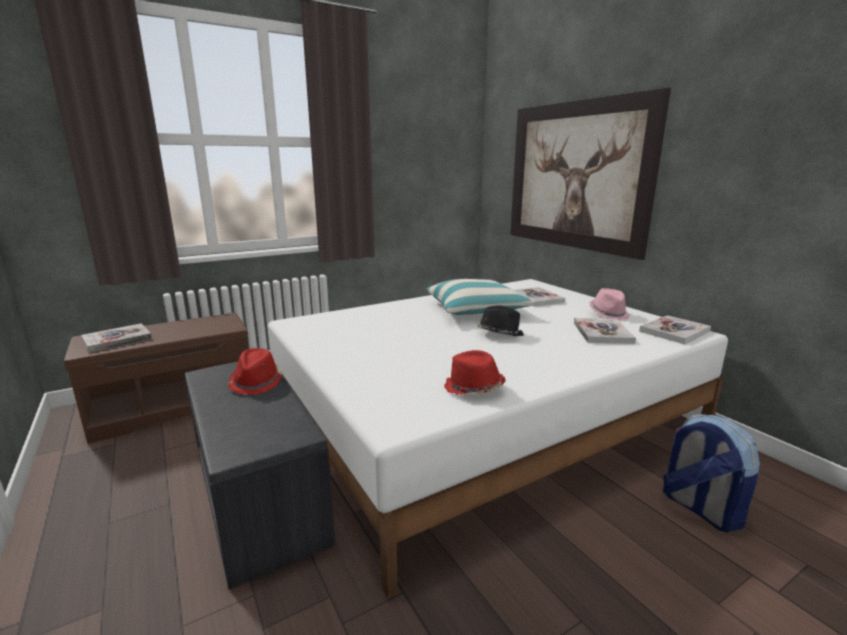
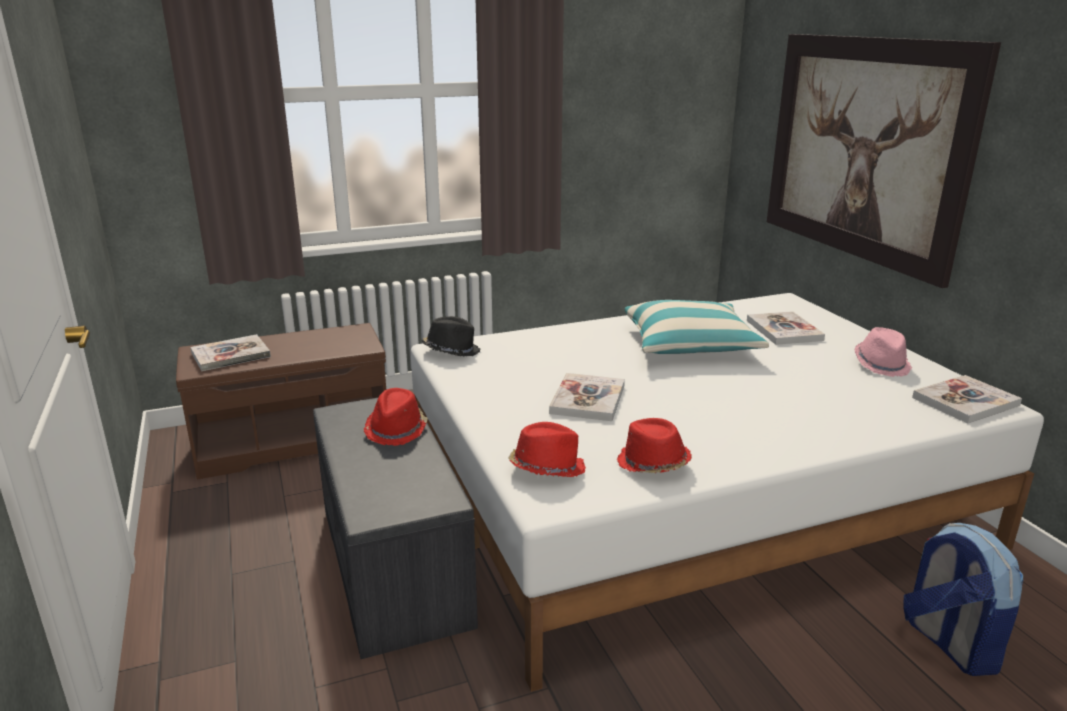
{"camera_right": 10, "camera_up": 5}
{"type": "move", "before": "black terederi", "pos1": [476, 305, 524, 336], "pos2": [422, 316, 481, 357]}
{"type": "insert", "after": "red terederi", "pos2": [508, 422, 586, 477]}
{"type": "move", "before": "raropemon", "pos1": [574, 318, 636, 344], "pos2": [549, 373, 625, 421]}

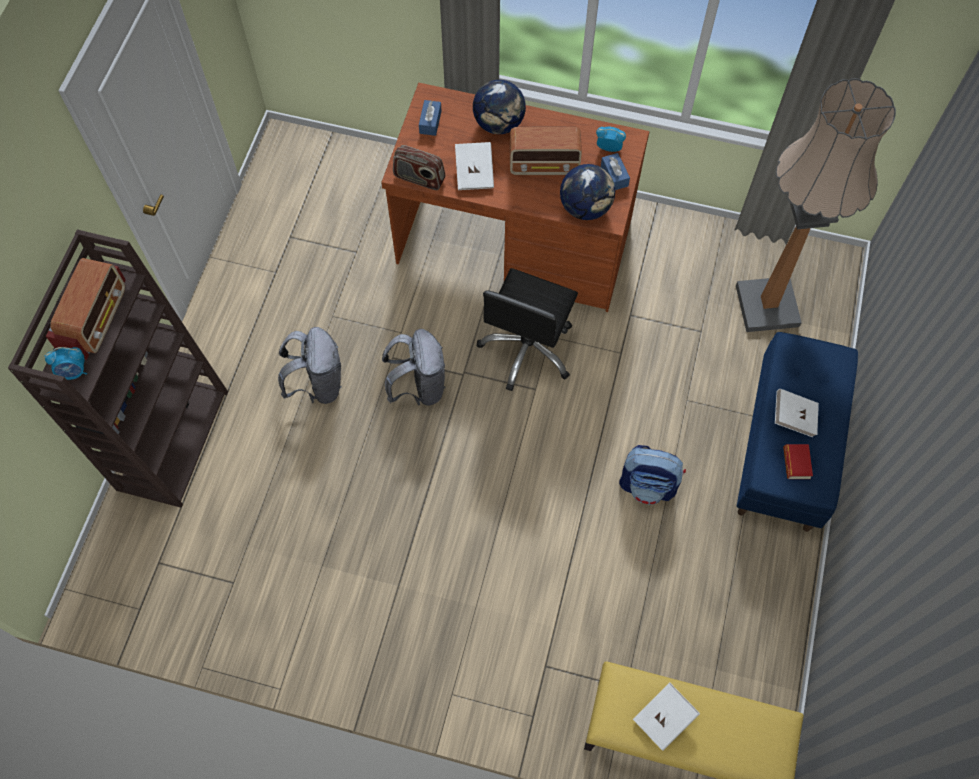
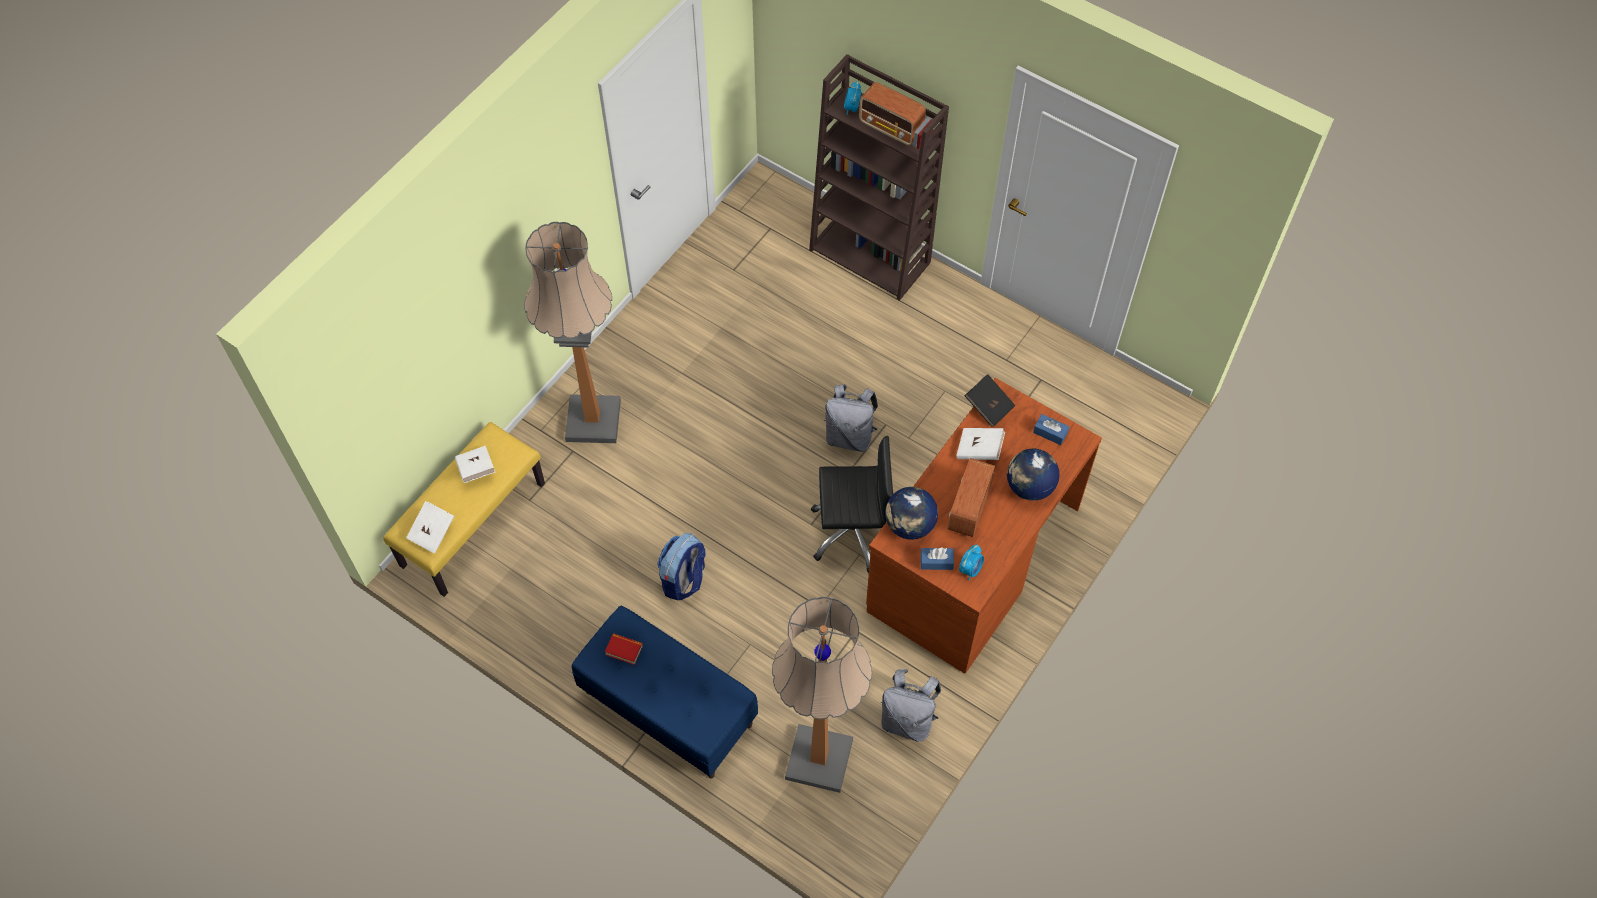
{"camera_right": 110, "camera_up": -5}
{"type": "move", "before": "white raropemon", "pos1": [775, 389, 819, 437], "pos2": [406, 501, 454, 553]}
{"type": "insert", "after": "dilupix", "pos2": [524, 222, 621, 443]}
{"type": "rotate", "before": "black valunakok", "pos1": [477, 268, 578, 391], "pos2": [811, 436, 893, 574], "turn": 135}
{"type": "move", "before": "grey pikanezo", "pos1": [278, 327, 342, 404], "pos2": [881, 669, 941, 742]}
{"type": "replace", "before": "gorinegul", "after": "black raropemon", "pos1": [393, 145, 445, 190], "pos2": [965, 374, 1016, 427]}

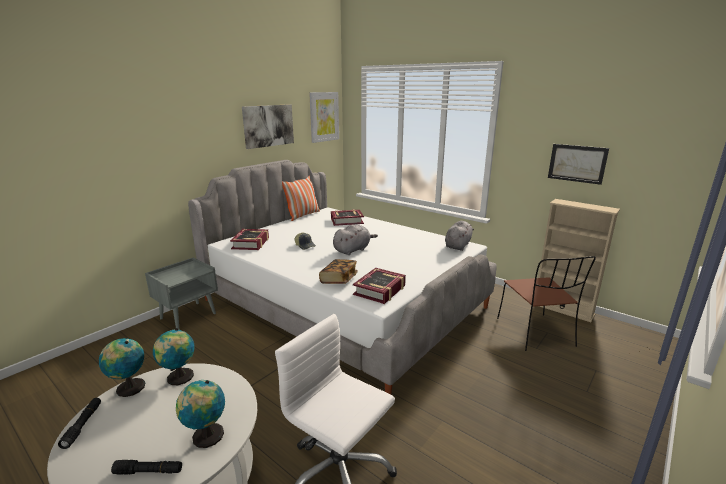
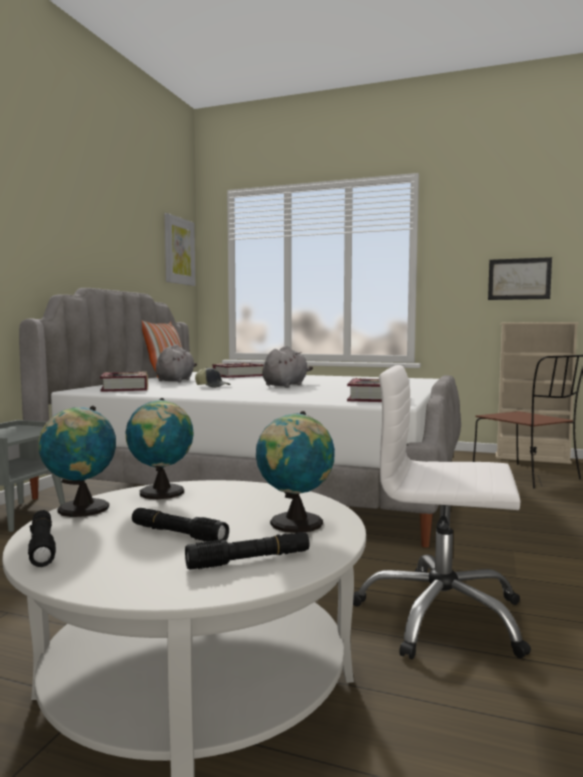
{"camera_right": -20, "camera_up": -15}
{"type": "insert", "after": "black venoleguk", "pos2": [132, 508, 229, 542]}
{"type": "move", "before": "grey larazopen", "pos1": [445, 221, 474, 251], "pos2": [156, 344, 197, 382]}
{"type": "delete", "before": "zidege", "pos1": [242, 104, 294, 149]}
{"type": "delete", "before": "raropemon", "pos1": [319, 259, 358, 284]}

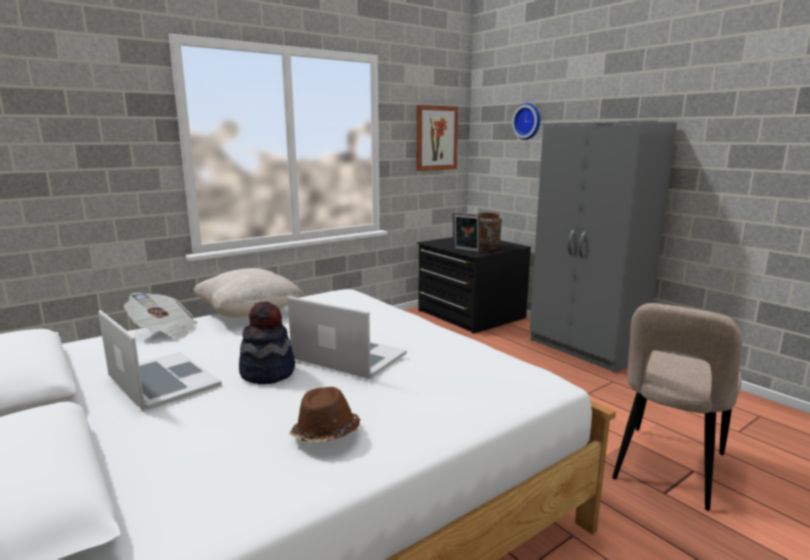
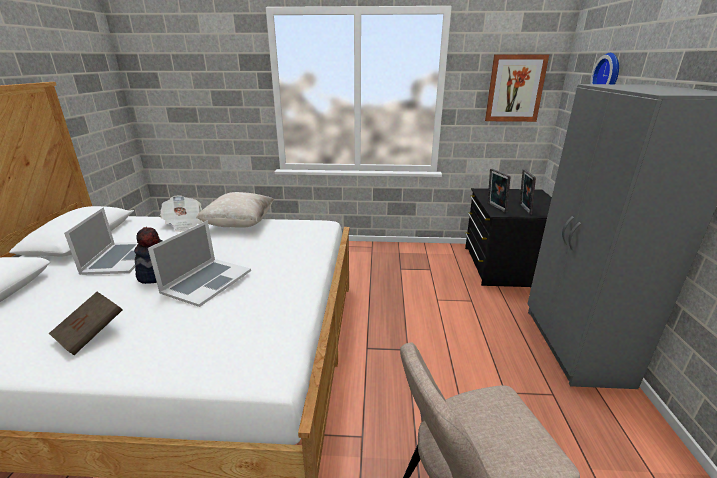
{"camera_right": 40, "camera_up": 10}
{"type": "replace", "before": "brown terederi", "after": "brown raropemon", "pos1": [289, 387, 360, 443], "pos2": [49, 292, 123, 355]}
{"type": "rotate", "before": "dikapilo", "pos1": [288, 296, 407, 379], "pos2": [148, 220, 251, 307], "turn": 45}
{"type": "replace", "before": "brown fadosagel", "after": "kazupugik", "pos1": [477, 212, 502, 250], "pos2": [520, 169, 536, 215]}

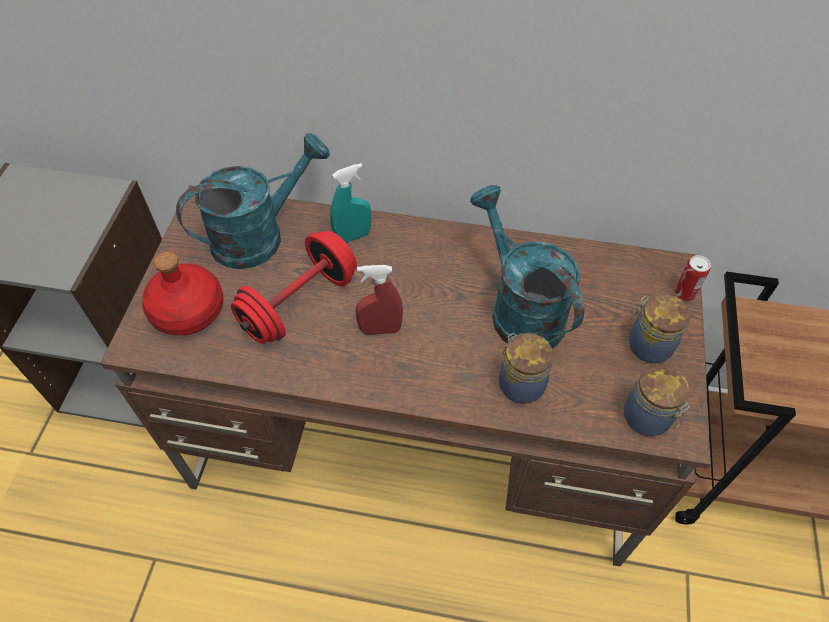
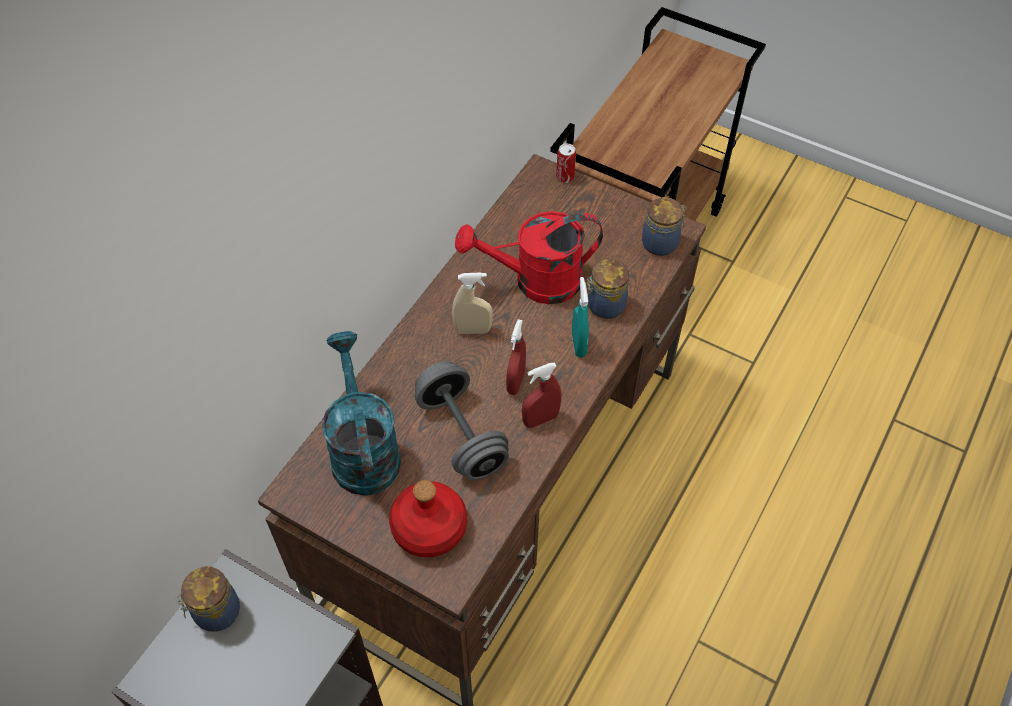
{"camera_right": -70, "camera_up": 0}
{"type": "move", "before": "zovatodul", "pos1": [629, 294, 690, 363], "pos2": [176, 567, 240, 632]}
{"type": "recolor", "before": "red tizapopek", "after": "grey tizapopek", "pos1": [231, 231, 357, 344], "pos2": [415, 361, 509, 480]}
{"type": "insert", "after": "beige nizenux", "pos2": [452, 272, 493, 334]}
{"type": "recolor", "before": "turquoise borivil", "after": "red borivil", "pos1": [470, 185, 585, 349], "pos2": [455, 211, 603, 304]}
{"type": "insert", "after": "red nizenux", "pos2": [522, 363, 561, 428]}
{"type": "move", "before": "turquoise nizenux", "pos1": [330, 163, 371, 243], "pos2": [572, 277, 589, 358]}

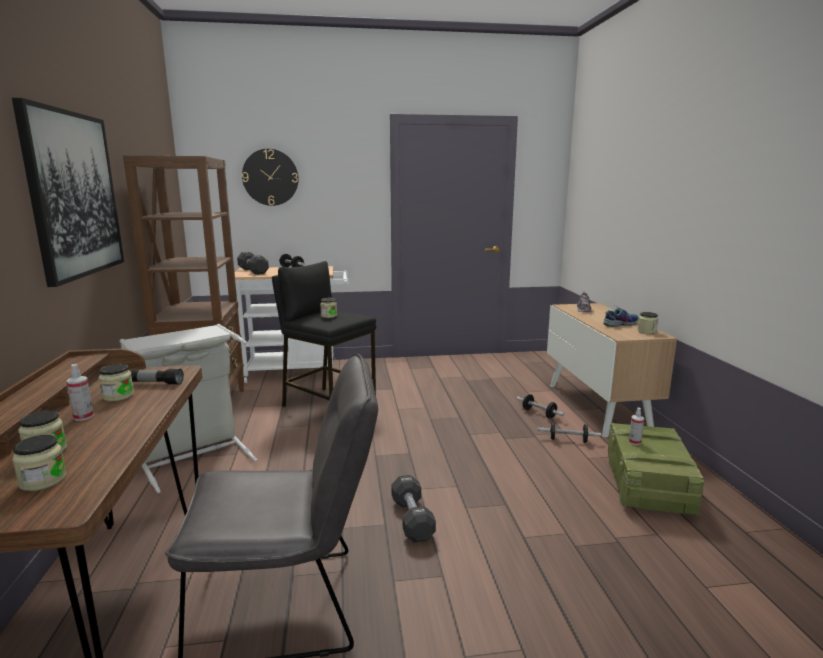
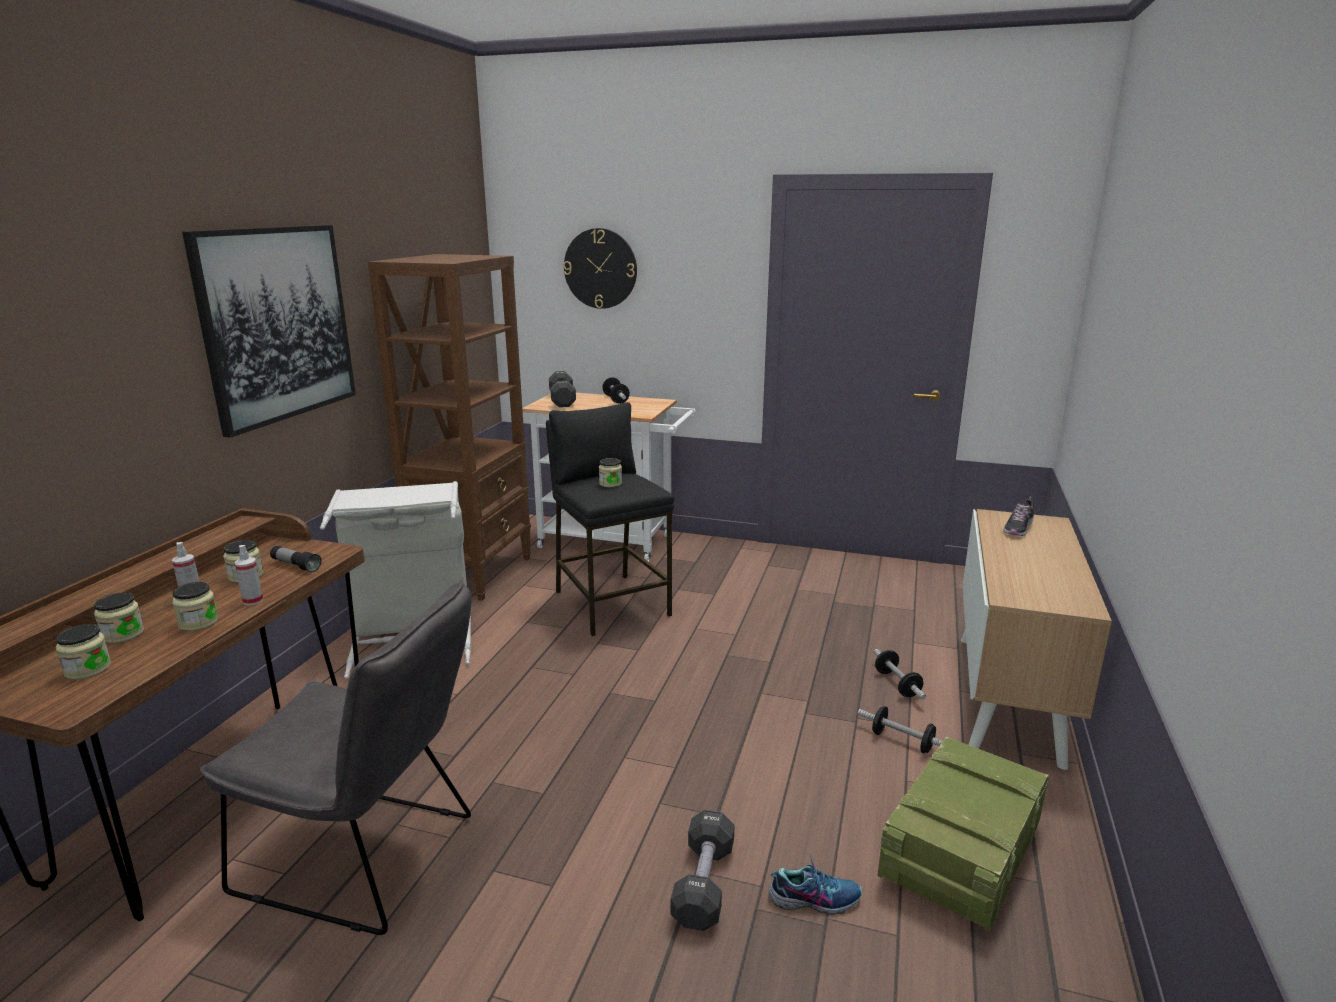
{"camera_right": 25, "camera_up": 5}
{"type": "move", "before": "zovatodul", "pos1": [637, 312, 658, 334], "pos2": [172, 582, 219, 631]}
{"type": "move", "before": "nizenux", "pos1": [629, 408, 644, 445], "pos2": [235, 545, 263, 606]}
{"type": "move", "before": "black tizapopek", "pos1": [391, 475, 436, 543], "pos2": [671, 810, 735, 931]}
{"type": "move", "before": "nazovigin", "pos1": [603, 305, 638, 327], "pos2": [768, 854, 862, 915]}

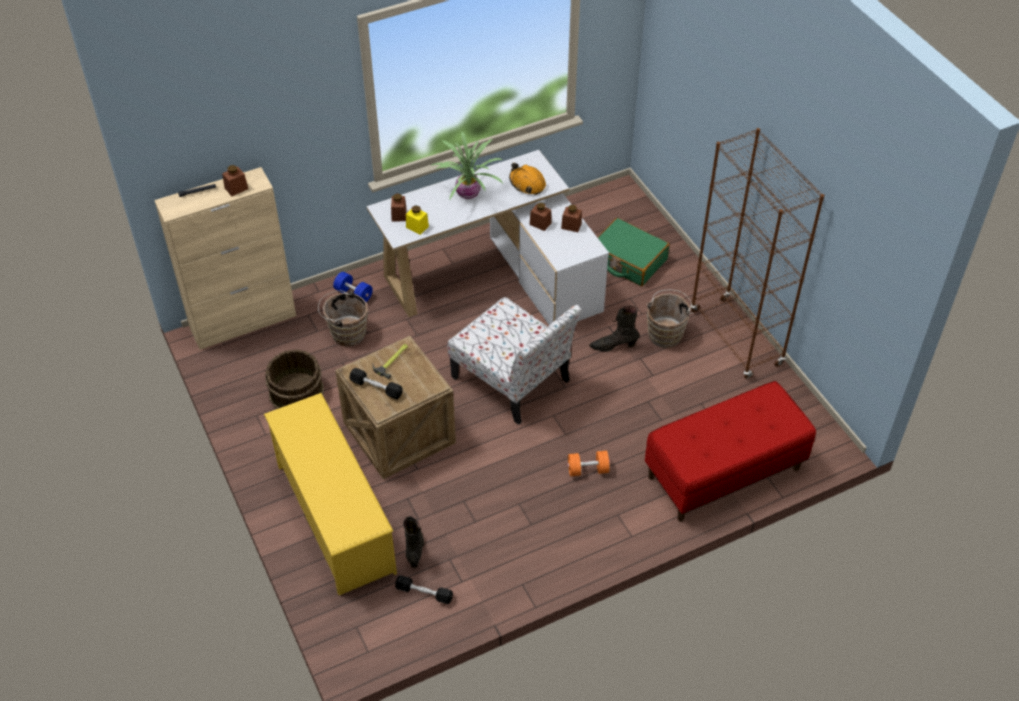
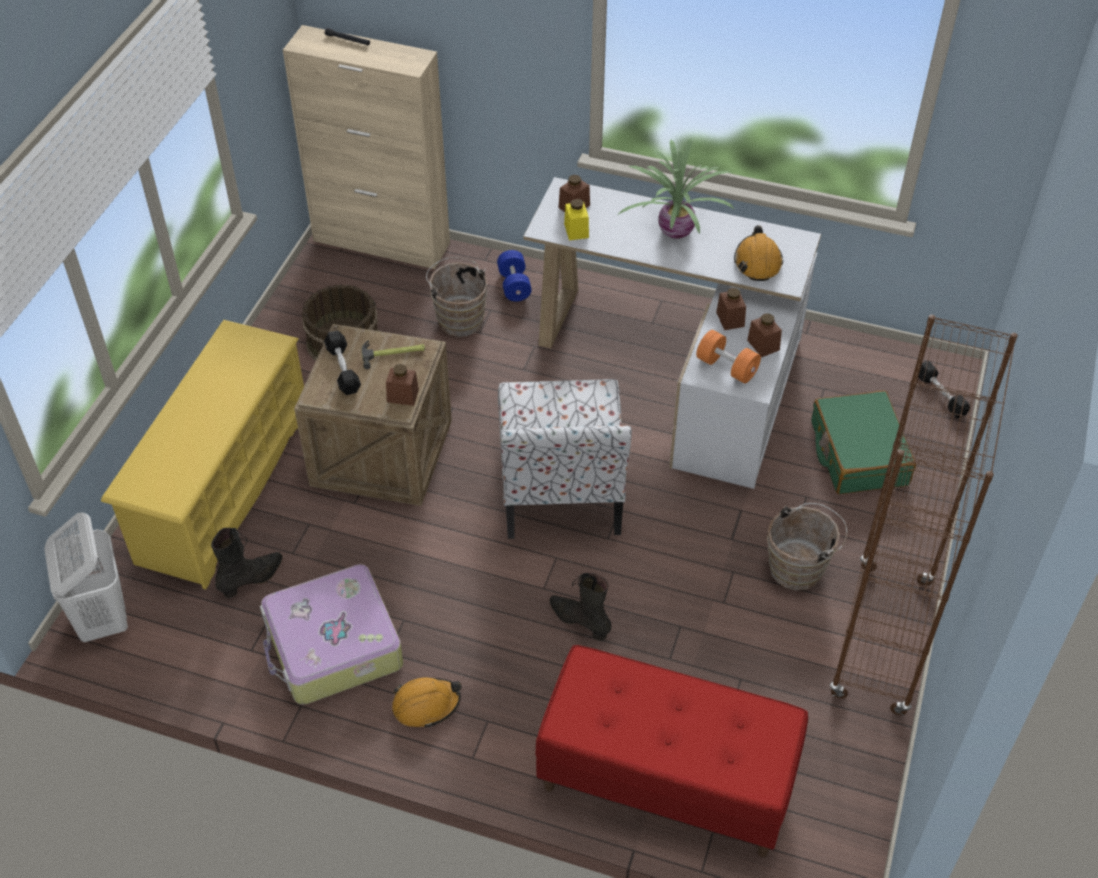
{"camera_right": 45, "camera_up": 0}
{"type": "insert", "after": "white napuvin", "pos2": [44, 512, 128, 642]}
{"type": "insert", "after": "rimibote", "pos2": [260, 564, 403, 705]}
{"type": "move", "before": "brown zovatodul", "pos1": [222, 165, 248, 196], "pos2": [386, 364, 419, 406]}
{"type": "insert", "after": "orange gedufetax", "pos2": [392, 678, 462, 728]}
{"type": "move", "before": "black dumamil", "pos1": [589, 305, 640, 352], "pos2": [550, 573, 611, 641]}
{"type": "move", "before": "orange tizapopek", "pos1": [568, 451, 610, 476], "pos2": [696, 330, 761, 383]}
{"type": "move", "before": "black tizapopek", "pos1": [395, 575, 453, 604], "pos2": [918, 361, 970, 419]}

